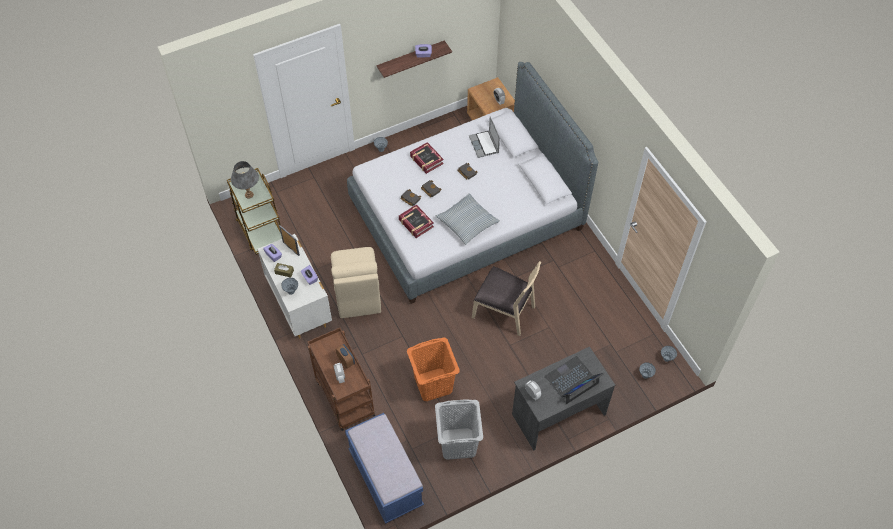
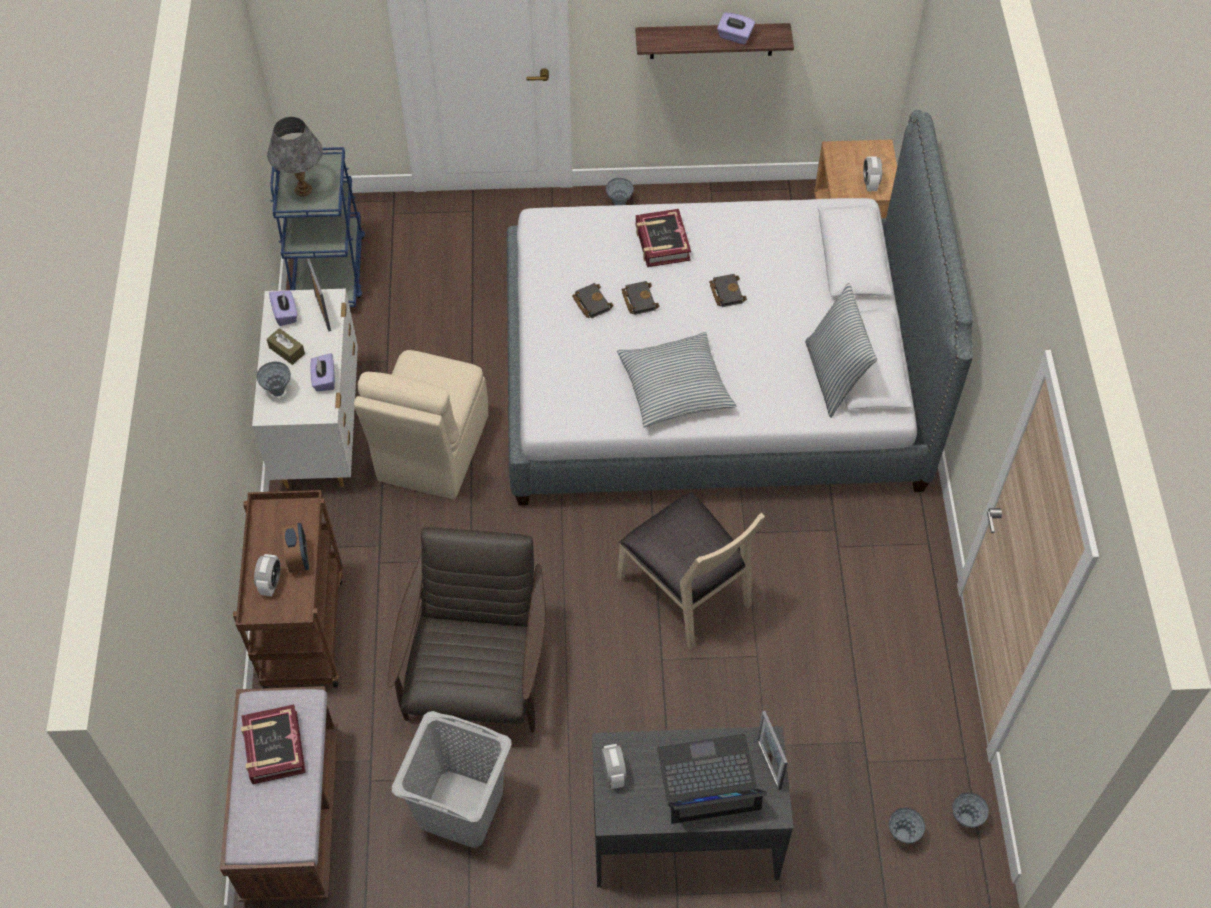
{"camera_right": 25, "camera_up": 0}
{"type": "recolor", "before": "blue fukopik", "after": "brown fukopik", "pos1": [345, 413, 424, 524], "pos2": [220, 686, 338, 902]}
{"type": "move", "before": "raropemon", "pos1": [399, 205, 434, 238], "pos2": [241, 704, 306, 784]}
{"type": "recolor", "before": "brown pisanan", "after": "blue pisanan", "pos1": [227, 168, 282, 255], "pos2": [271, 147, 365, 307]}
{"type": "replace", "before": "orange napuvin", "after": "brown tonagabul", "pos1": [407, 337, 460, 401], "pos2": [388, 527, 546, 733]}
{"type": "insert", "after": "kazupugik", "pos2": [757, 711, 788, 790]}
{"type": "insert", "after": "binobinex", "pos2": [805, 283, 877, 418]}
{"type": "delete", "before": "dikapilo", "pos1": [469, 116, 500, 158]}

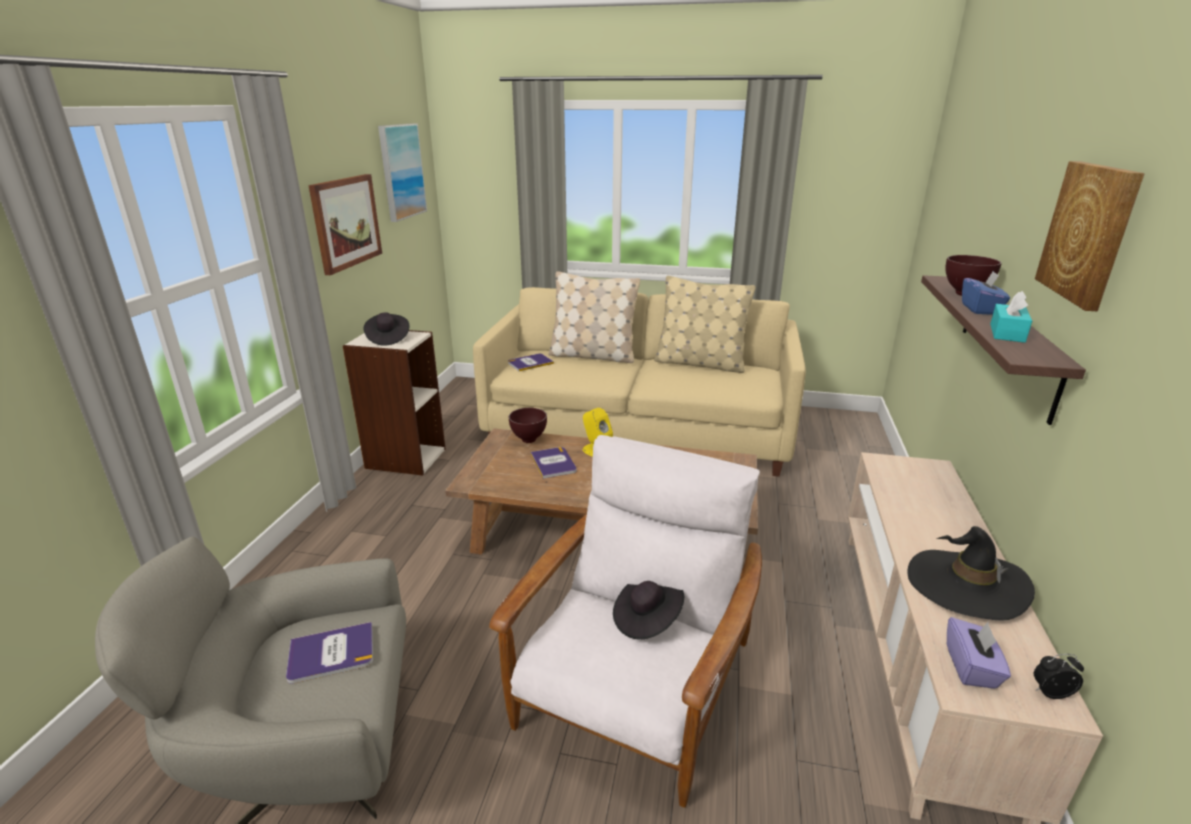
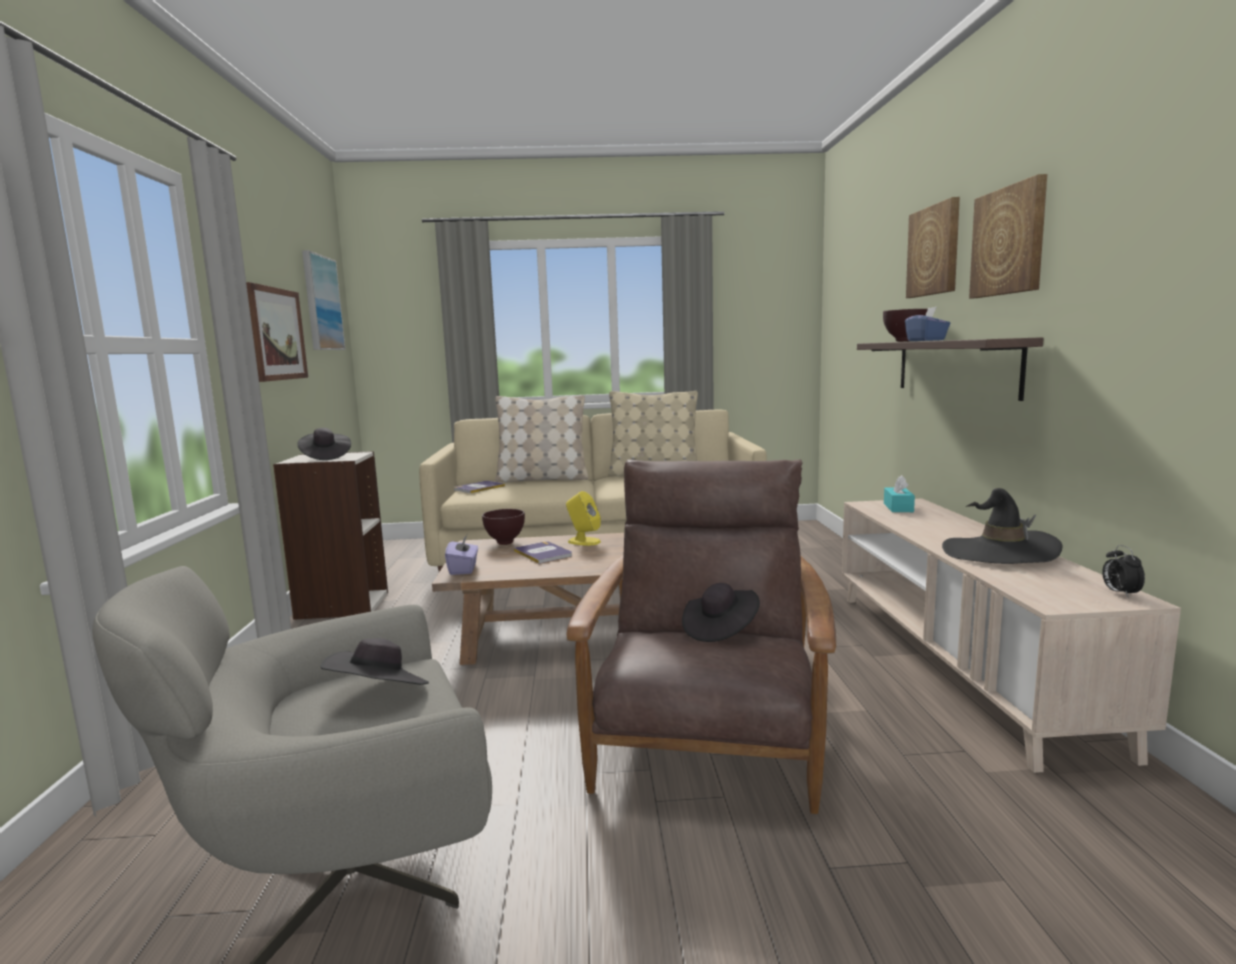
{"camera_right": -15, "camera_up": -15}
{"type": "replace", "before": "raropemon", "after": "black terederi", "pos1": [286, 622, 373, 684], "pos2": [320, 638, 429, 685]}
{"type": "move", "before": "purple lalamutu", "pos1": [947, 617, 1011, 689], "pos2": [445, 535, 478, 575]}
{"type": "recolor", "before": "white tonagabul", "after": "brown tonagabul", "pos1": [489, 435, 762, 808], "pos2": [566, 459, 836, 814]}
{"type": "move", "before": "turquoise lalamutu", "pos1": [990, 291, 1032, 343], "pos2": [884, 475, 915, 512]}
{"type": "insert", "after": "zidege", "pos2": [906, 197, 960, 298]}
{"type": "rotate", "before": "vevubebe", "pos1": [1034, 654, 1084, 699], "pos2": [1102, 545, 1145, 597], "turn": -75}

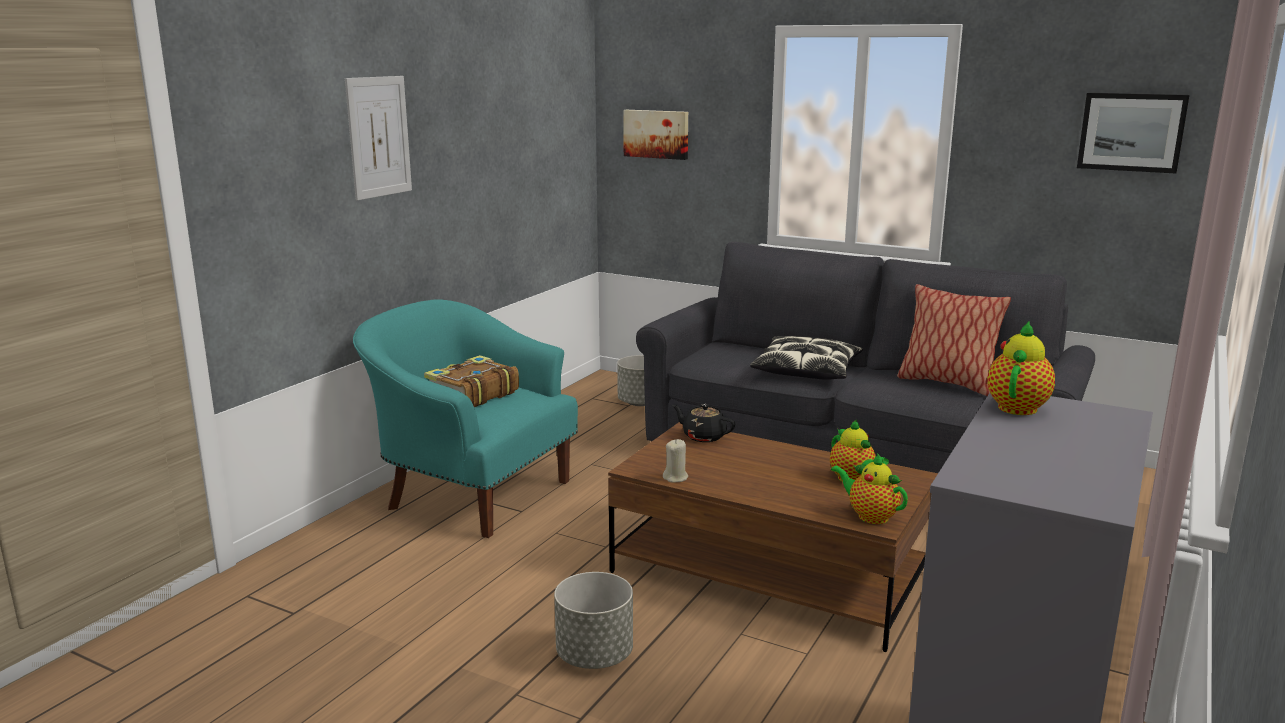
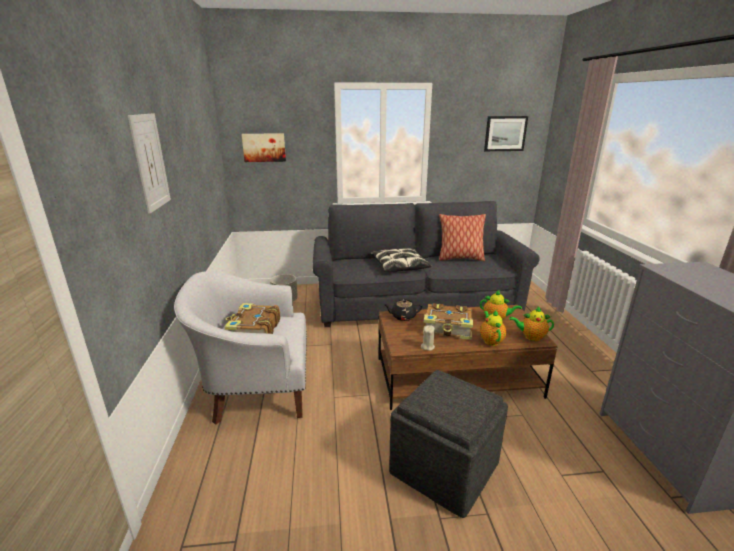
{"camera_right": -35, "camera_up": 5}
{"type": "recolor", "before": "turquoise tonagabul", "after": "white tonagabul", "pos1": [353, 299, 578, 538], "pos2": [174, 271, 307, 425]}
{"type": "replace", "before": "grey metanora", "after": "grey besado", "pos1": [554, 572, 633, 669], "pos2": [389, 370, 508, 518]}
{"type": "insert", "after": "raropemon", "pos2": [423, 303, 473, 340]}
{"type": "move", "before": "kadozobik", "pos1": [987, 320, 1055, 415], "pos2": [480, 311, 506, 346]}

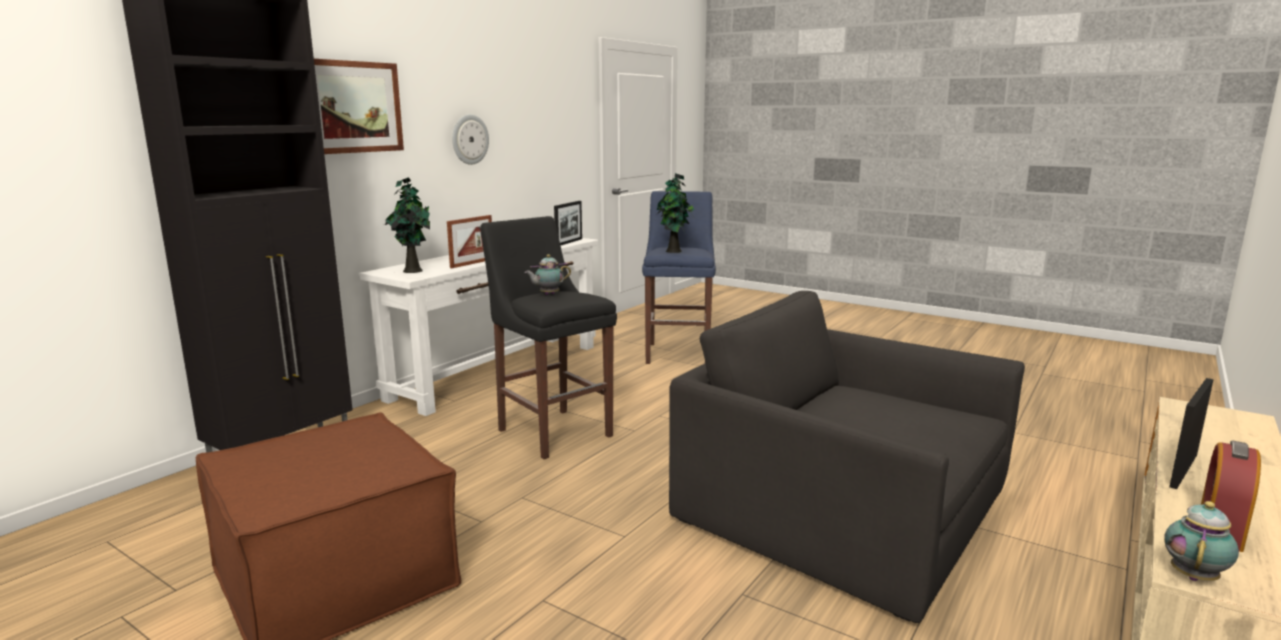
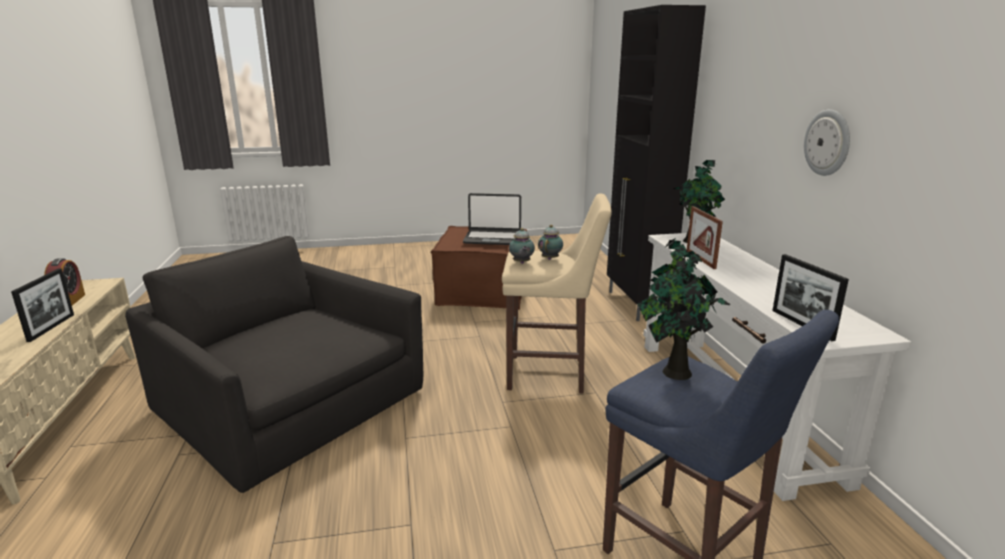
{"camera_right": 135, "camera_up": 5}
{"type": "rotate", "before": "black tonagabul", "pos1": [669, 291, 1025, 623], "pos2": [125, 236, 423, 493], "turn": -135}
{"type": "insert", "after": "dikapilo", "pos2": [463, 193, 521, 245]}
{"type": "recolor", "before": "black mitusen", "after": "beige mitusen", "pos1": [480, 216, 617, 459], "pos2": [502, 194, 612, 393]}
{"type": "move", "before": "kadozobik", "pos1": [1164, 501, 1239, 581], "pos2": [509, 228, 535, 264]}
{"type": "delete", "before": "zidege", "pos1": [314, 59, 404, 154]}

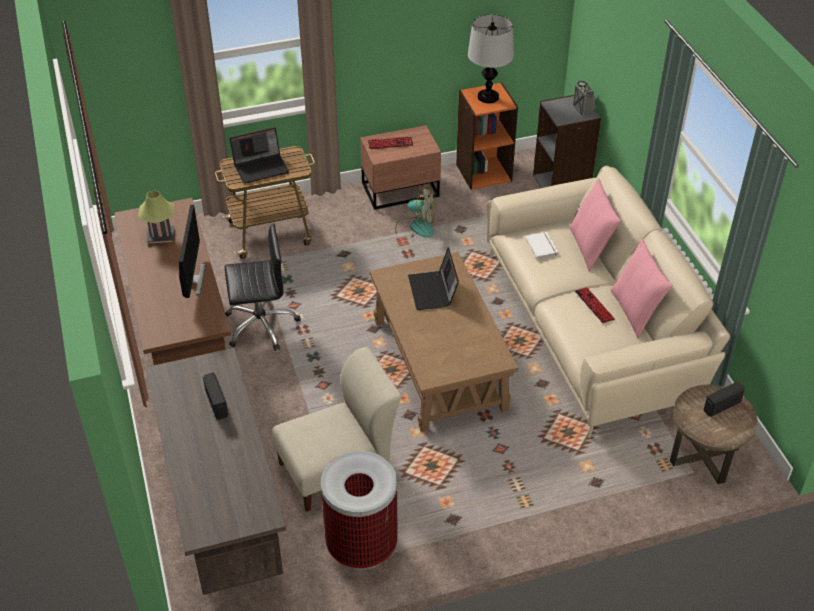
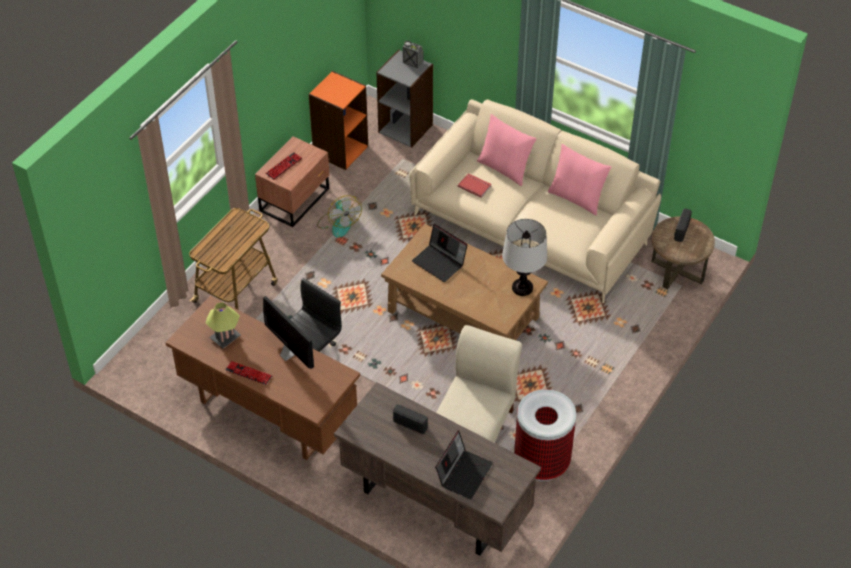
{"camera_right": -40, "camera_up": 5}
{"type": "move", "before": "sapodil", "pos1": [575, 287, 615, 323], "pos2": [225, 361, 272, 385]}
{"type": "rotate", "before": "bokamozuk", "pos1": [395, 186, 436, 238], "pos2": [317, 195, 362, 238], "turn": 90}
{"type": "move", "before": "dikapilo", "pos1": [230, 128, 289, 184], "pos2": [435, 430, 493, 499]}
{"type": "recolor", "before": "white raropemon", "after": "red raropemon", "pos1": [525, 232, 559, 259], "pos2": [458, 173, 491, 198]}
{"type": "move", "before": "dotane", "pos1": [468, 14, 514, 103], "pos2": [502, 219, 548, 296]}

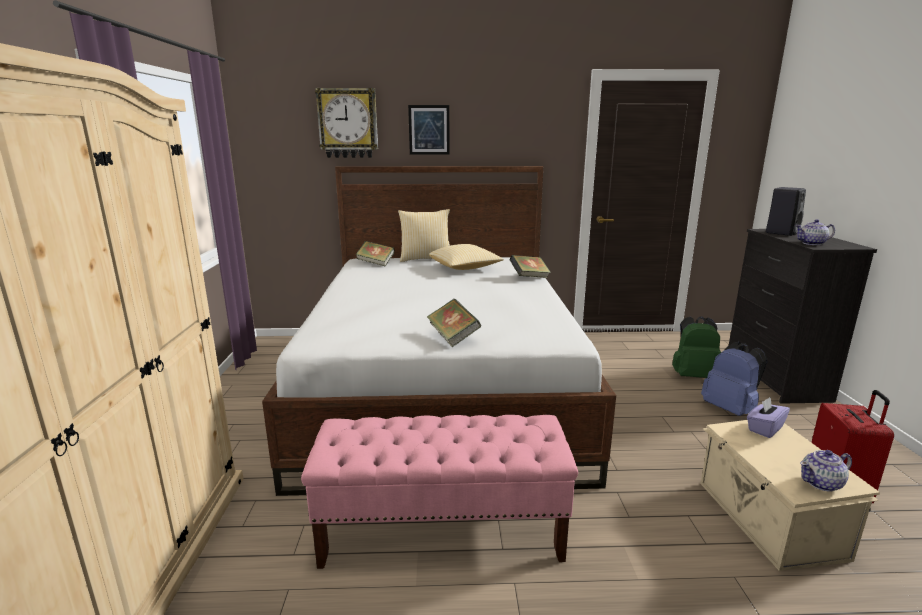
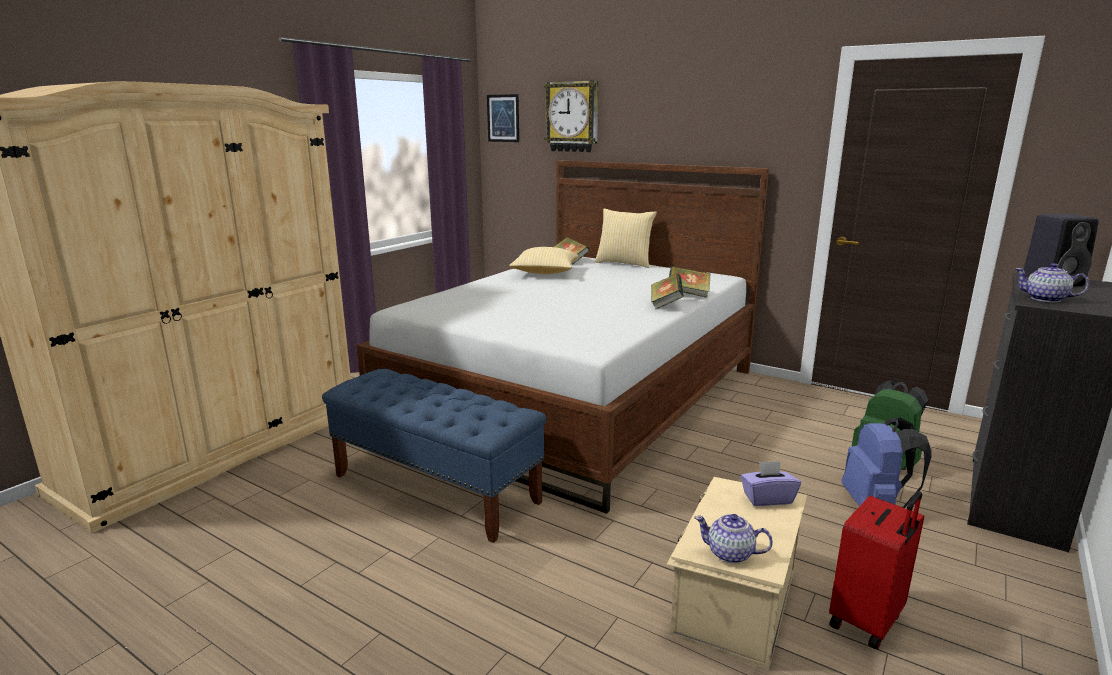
{"camera_right": 35, "camera_up": 0}
{"type": "recolor", "before": "pink fukopik", "after": "blue fukopik", "pos1": [301, 415, 578, 569], "pos2": [322, 369, 547, 543]}
{"type": "move", "before": "zidege", "pos1": [408, 105, 450, 155], "pos2": [487, 94, 519, 142]}
{"type": "move", "before": "binobinex", "pos1": [429, 244, 504, 270], "pos2": [509, 247, 578, 274]}
{"type": "move", "before": "raropemon", "pos1": [427, 299, 481, 347], "pos2": [651, 274, 684, 309]}

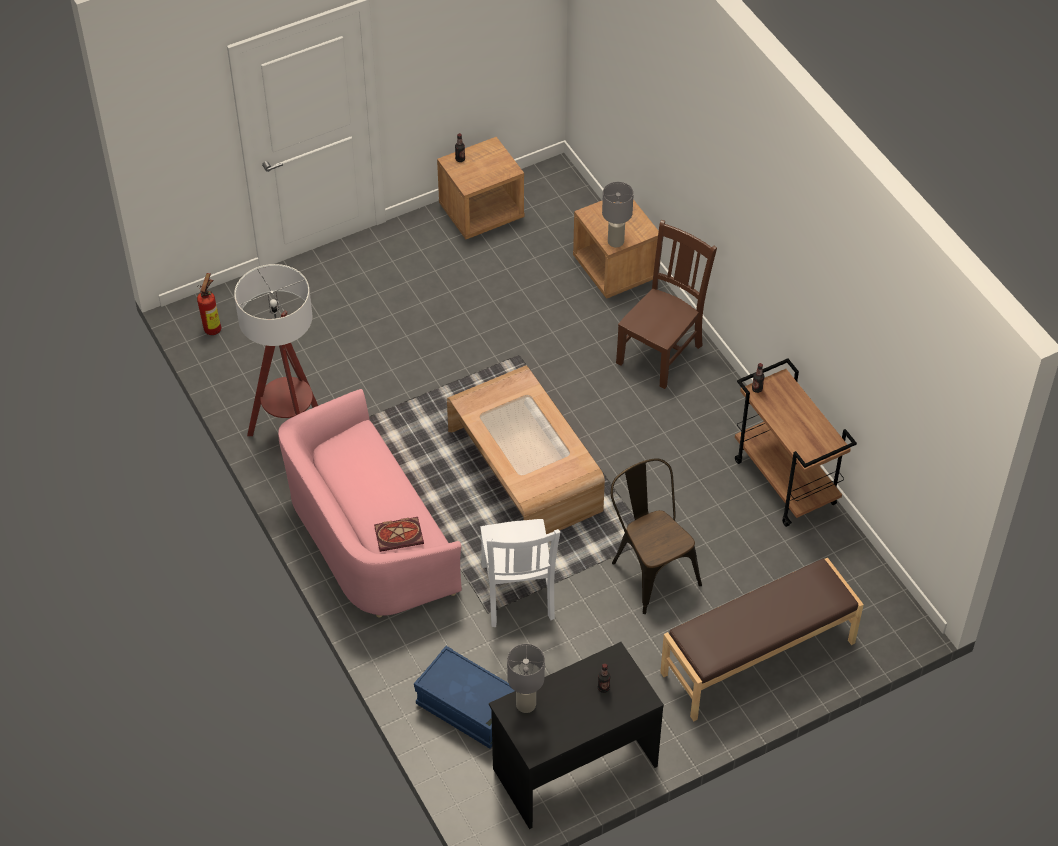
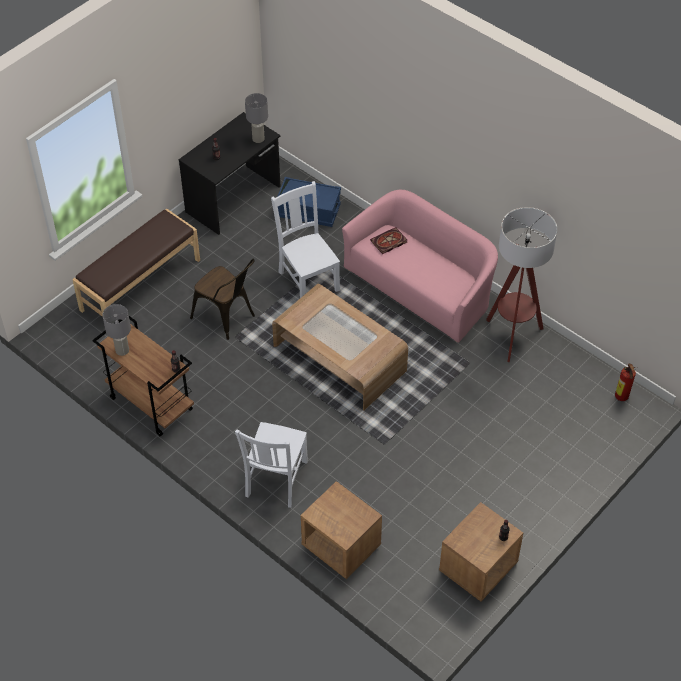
{"camera_right": 160, "camera_up": 0}
{"type": "move", "before": "grey dotane", "pos1": [602, 182, 634, 247], "pos2": [102, 304, 131, 356]}
{"type": "recolor", "before": "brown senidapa", "after": "white senidapa", "pos1": [616, 220, 717, 389], "pos2": [235, 422, 308, 507]}

